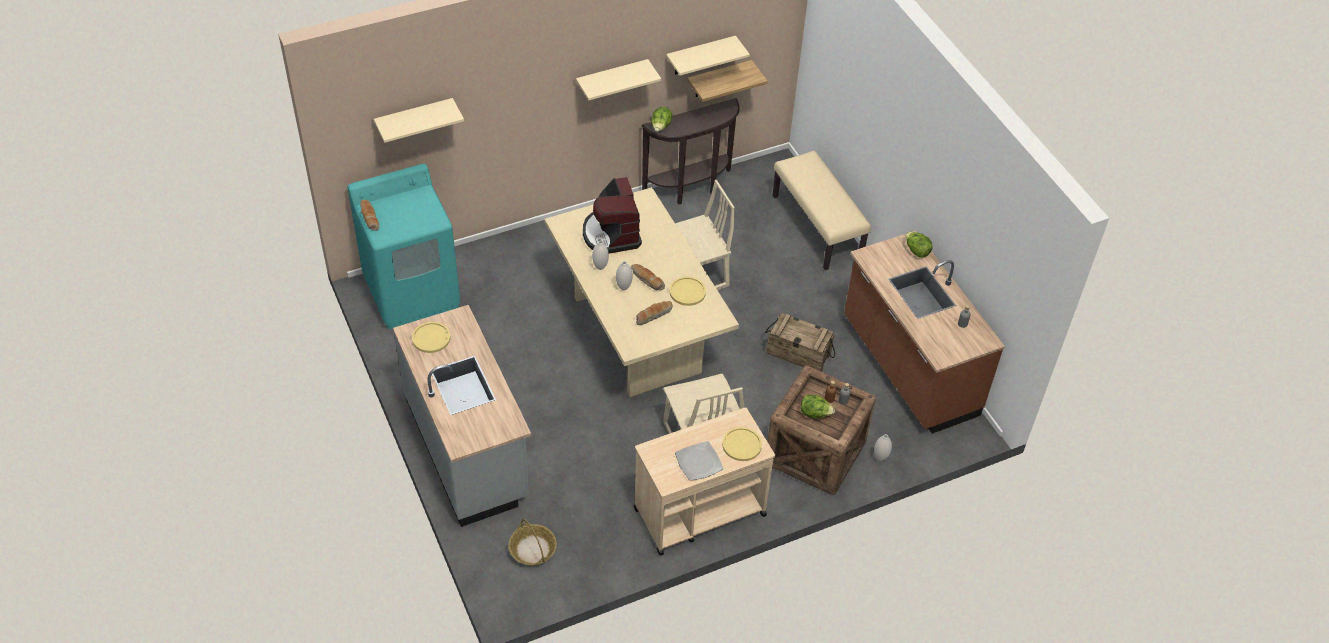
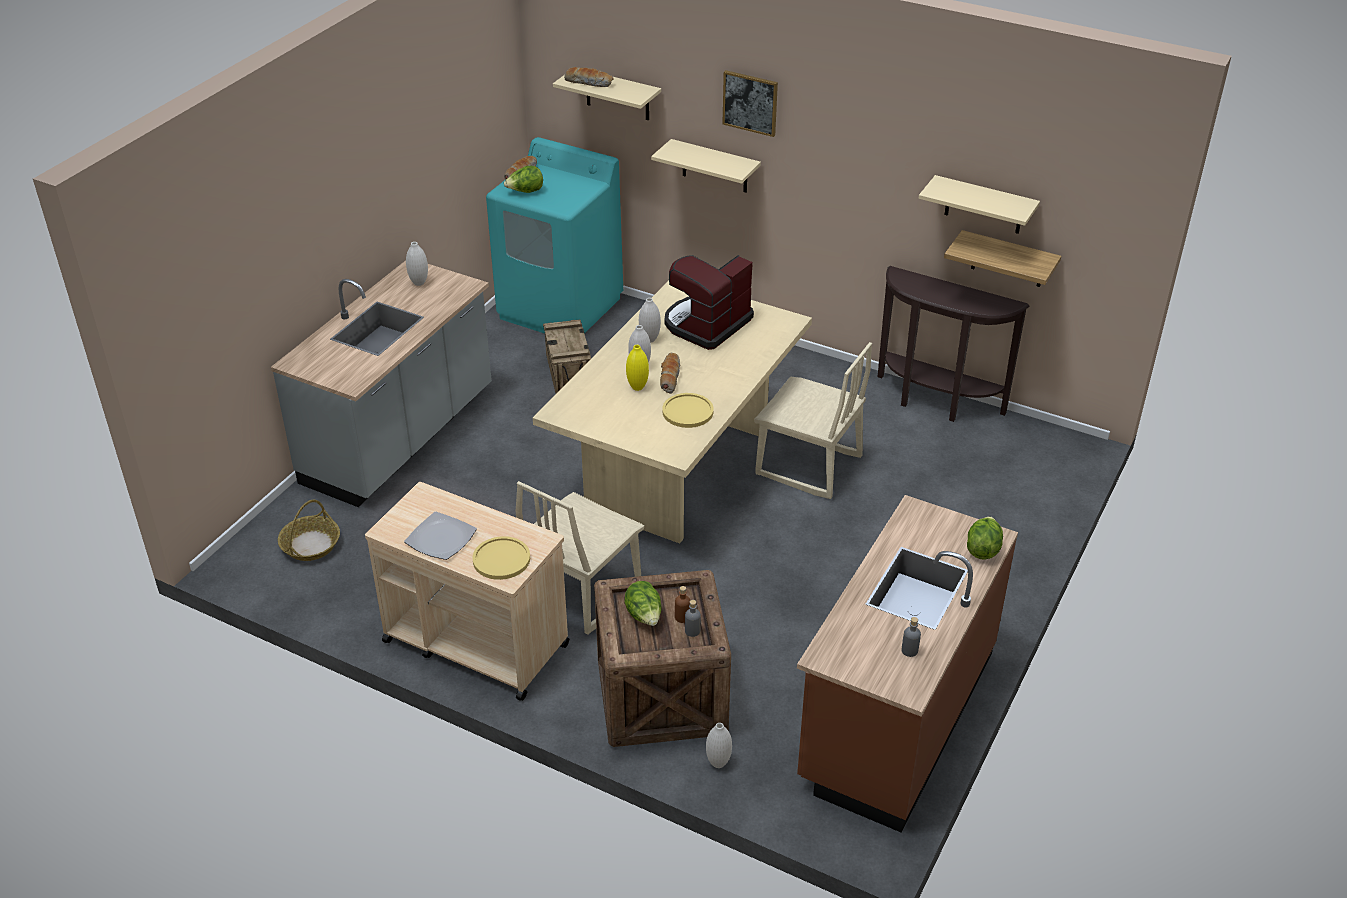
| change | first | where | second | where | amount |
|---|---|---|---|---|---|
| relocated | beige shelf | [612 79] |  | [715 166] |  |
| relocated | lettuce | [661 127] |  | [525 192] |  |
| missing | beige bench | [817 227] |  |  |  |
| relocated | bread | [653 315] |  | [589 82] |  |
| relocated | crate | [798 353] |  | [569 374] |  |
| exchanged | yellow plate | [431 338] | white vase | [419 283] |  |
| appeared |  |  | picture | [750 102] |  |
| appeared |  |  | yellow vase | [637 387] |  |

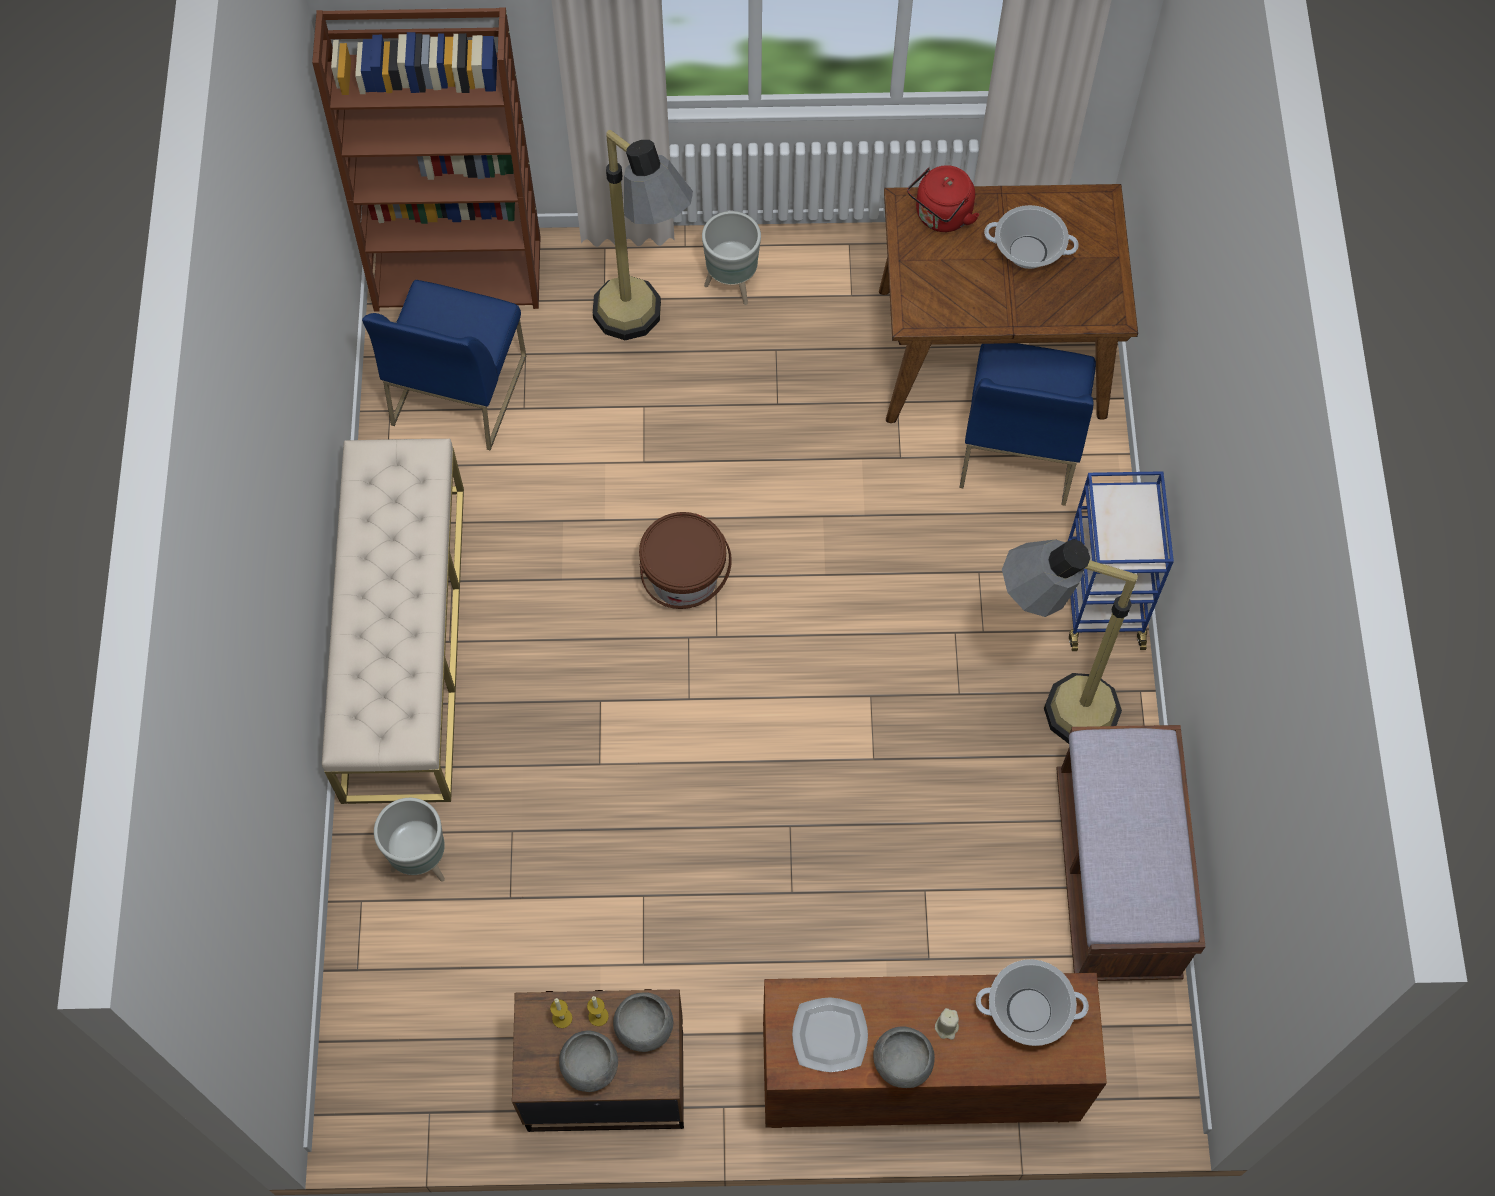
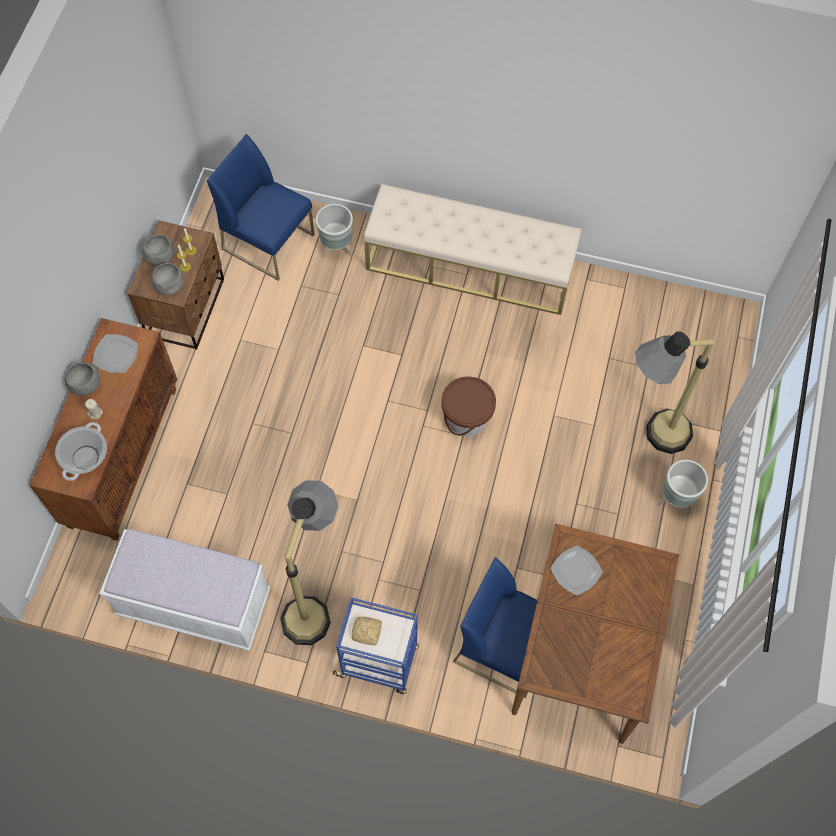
| change | first | where | second | where | amount |
|---|---|---|---|---|---|
| missing | brown bookcase | [459 272] |  |  |  |
| missing | red kettle | [941 216] |  |  |  |
| missing | cooking pot | [1028 251] |  |  |  |
| relocated | blue chair | [458 389] |  | [269 242] |  |
| colour | brown bench | [1116 876] | white bench | [194 604] |  |
| appeared |  |  | plate | [576 571] |  |
| appeared |  |  | bread | [367 632] |  |

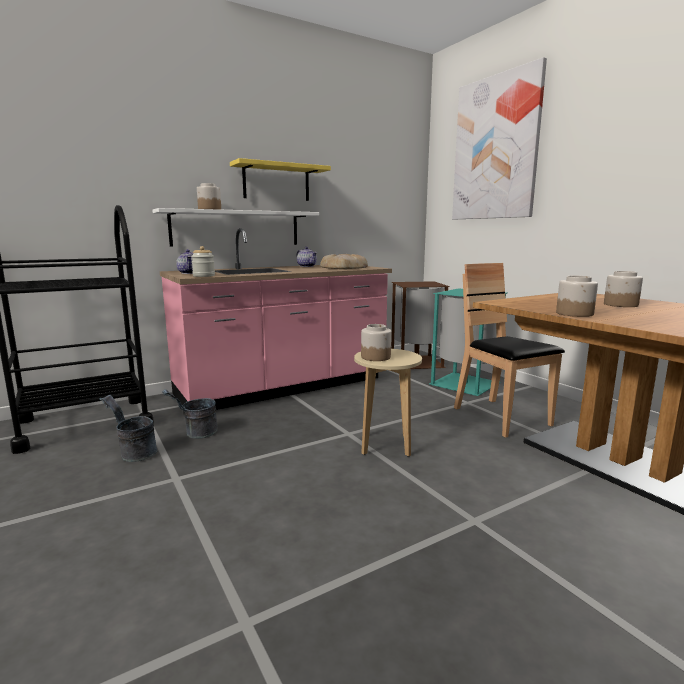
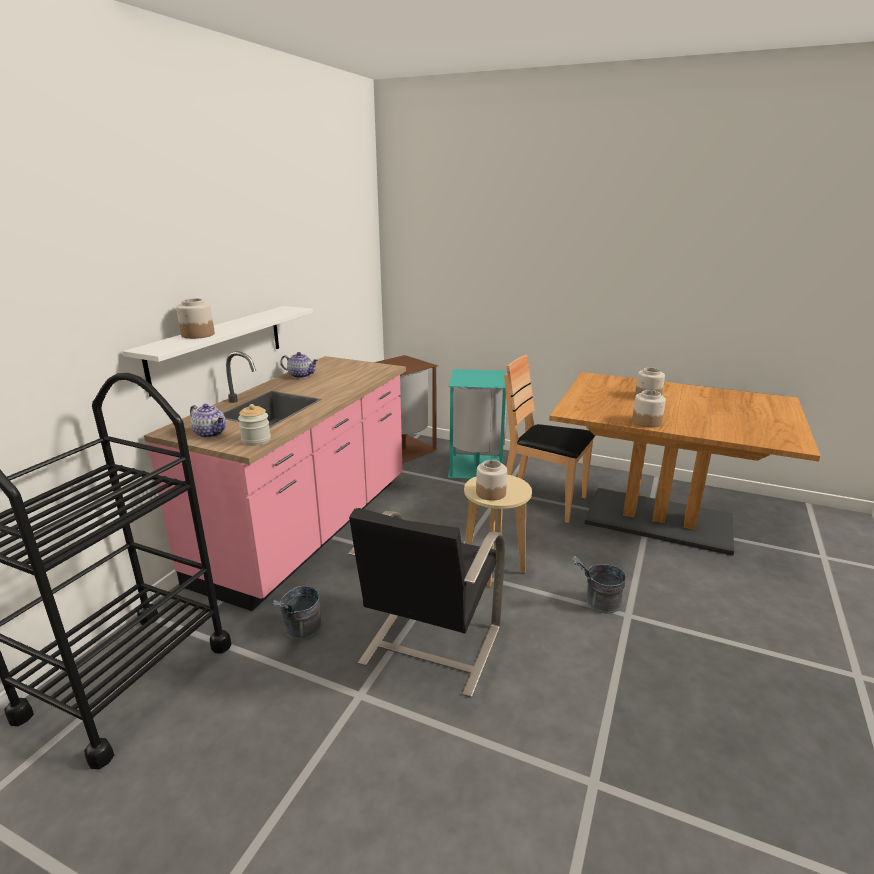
| change | first | where | second | where | amount |
|---|---|---|---|---|---|
| missing | picture | [496 148] |  |  |  |
| missing | yellow shelf | [276 182] |  |  |  |
| missing | bread | [342 267] |  |  |  |
| relocated | grey bucket | [134 453] |  | [597 603] |  |
| appeared |  |  | black chair | [429 646] |  |

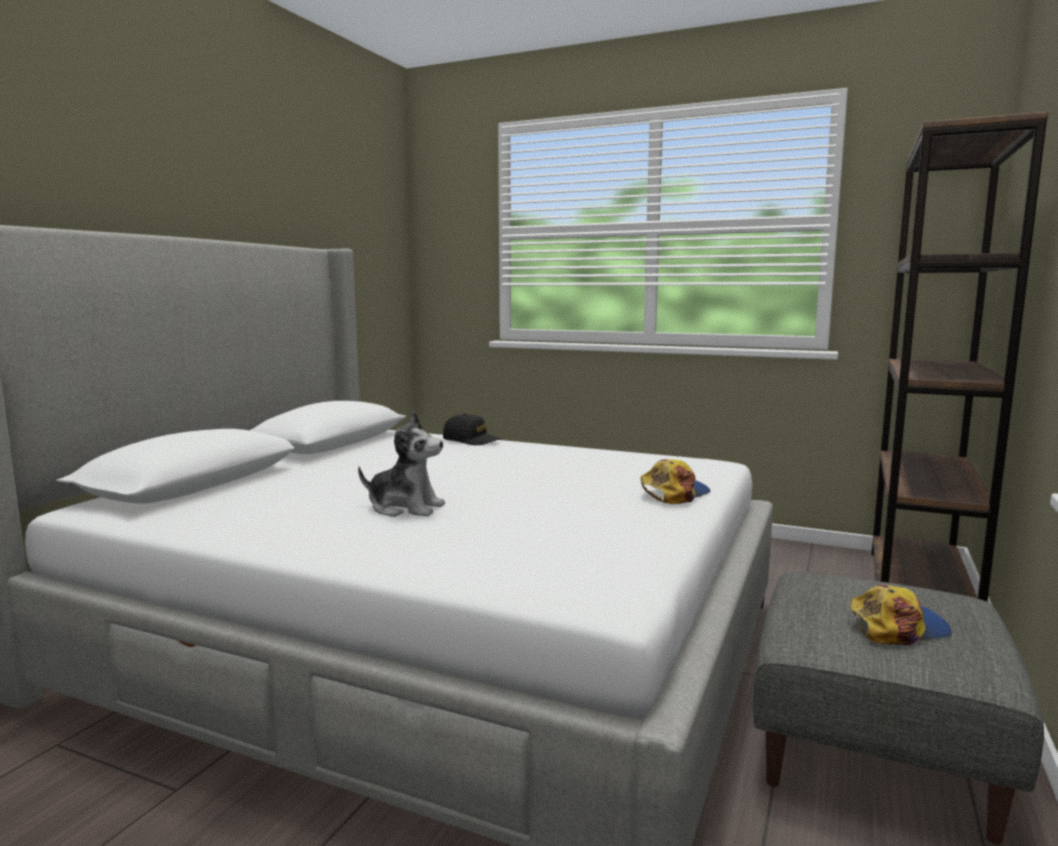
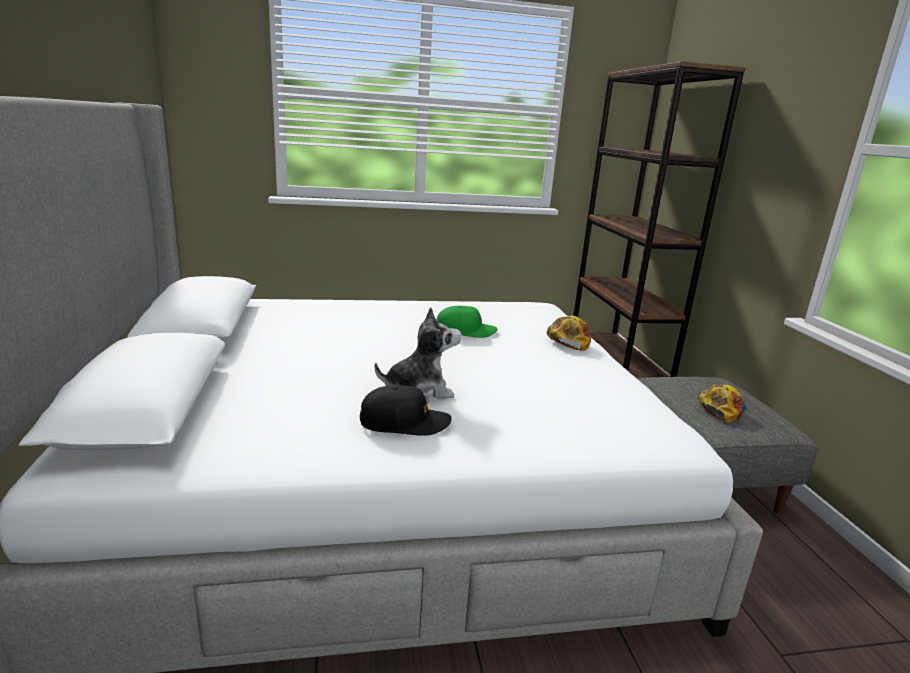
| change | first | where | second | where | amount |
|---|---|---|---|---|---|
| relocated | black cap | [471 440] |  | [404 422] |  |
| appeared |  |  | green cap | [465 331] |  |

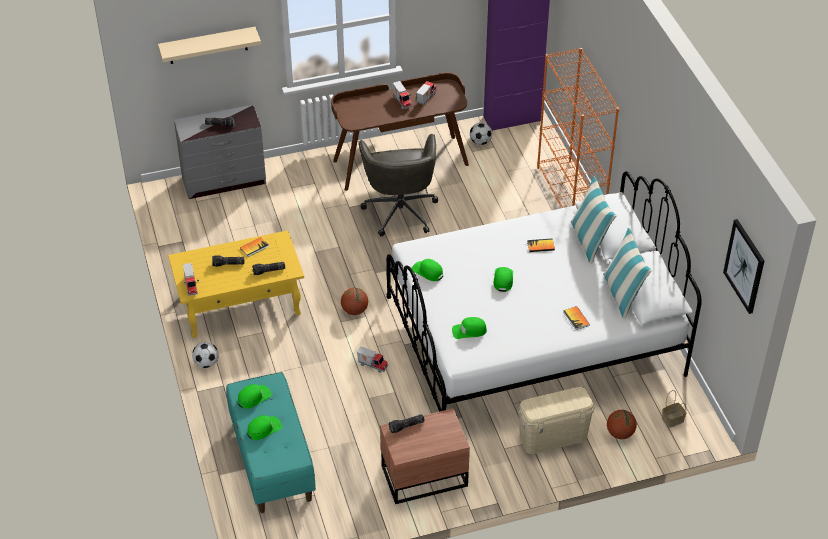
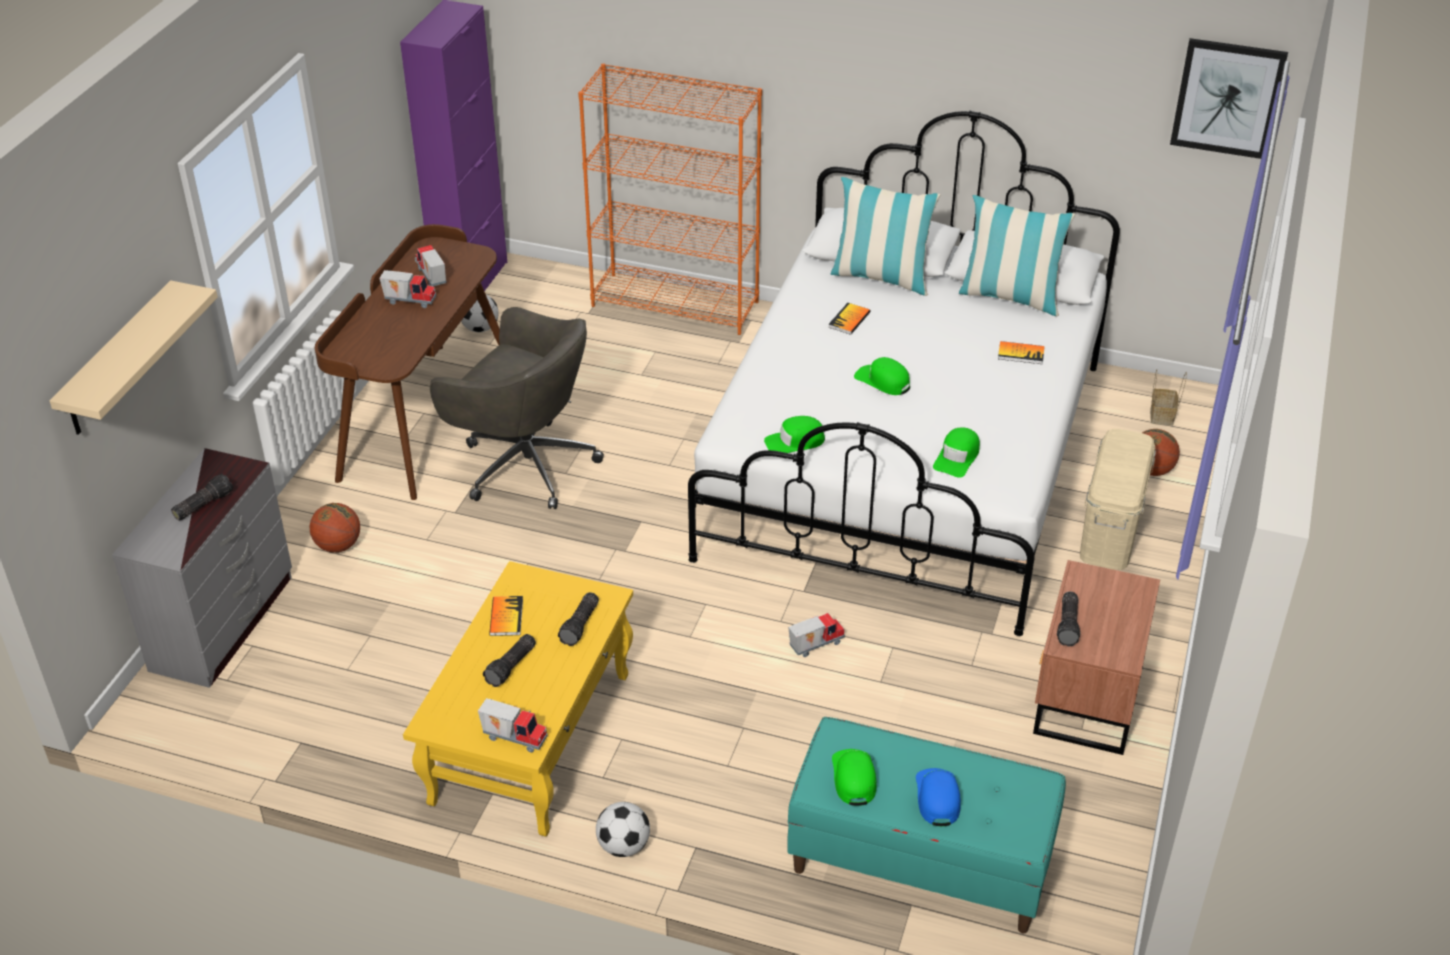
| change | first | where | second | where | amount |
|---|---|---|---|---|---|
| relocated | basketball | [354 310] |  | [338 545] |  |
| colour | green cap | [264 429] | blue cap | [937 798] |  |

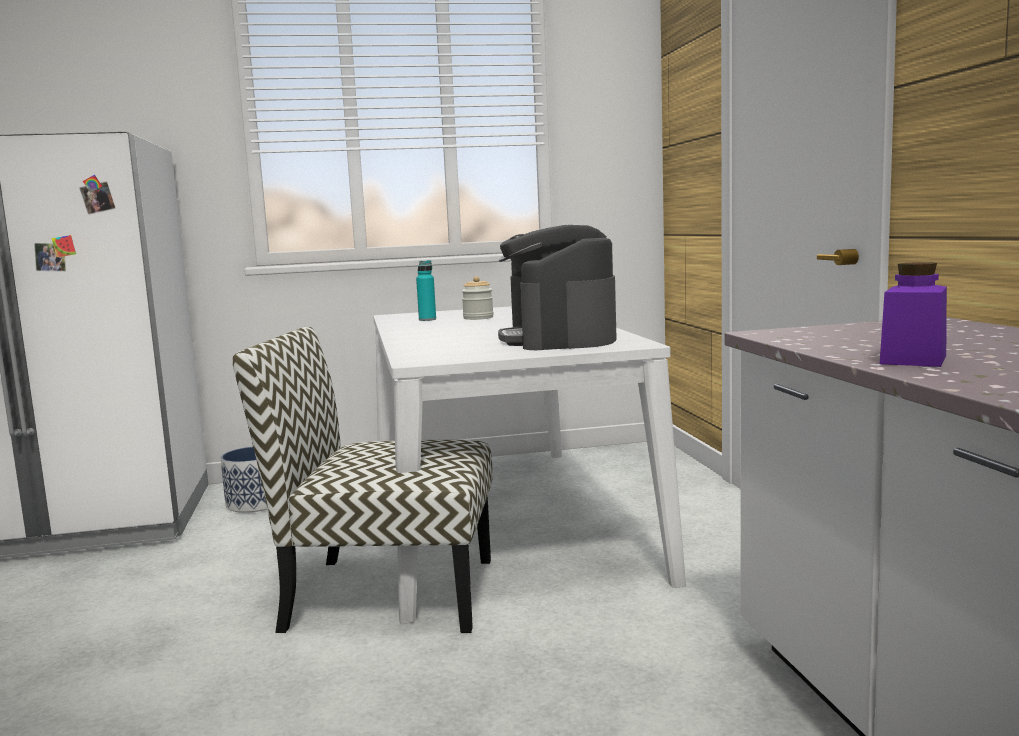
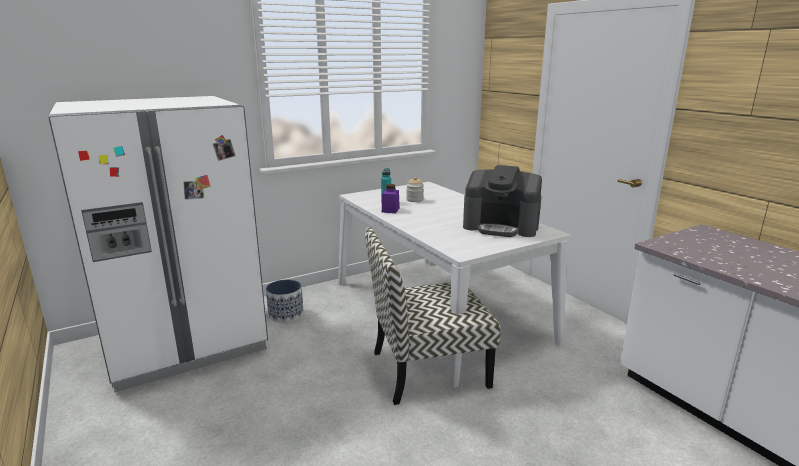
| change | first | where | second | where | amount |
|---|---|---|---|---|---|
| spun | coffee machine | [559 339] |  | [501 226] | 45 degrees counterclockwise |
| relocated | purple jar | [913 359] |  | [390 210] |  |

